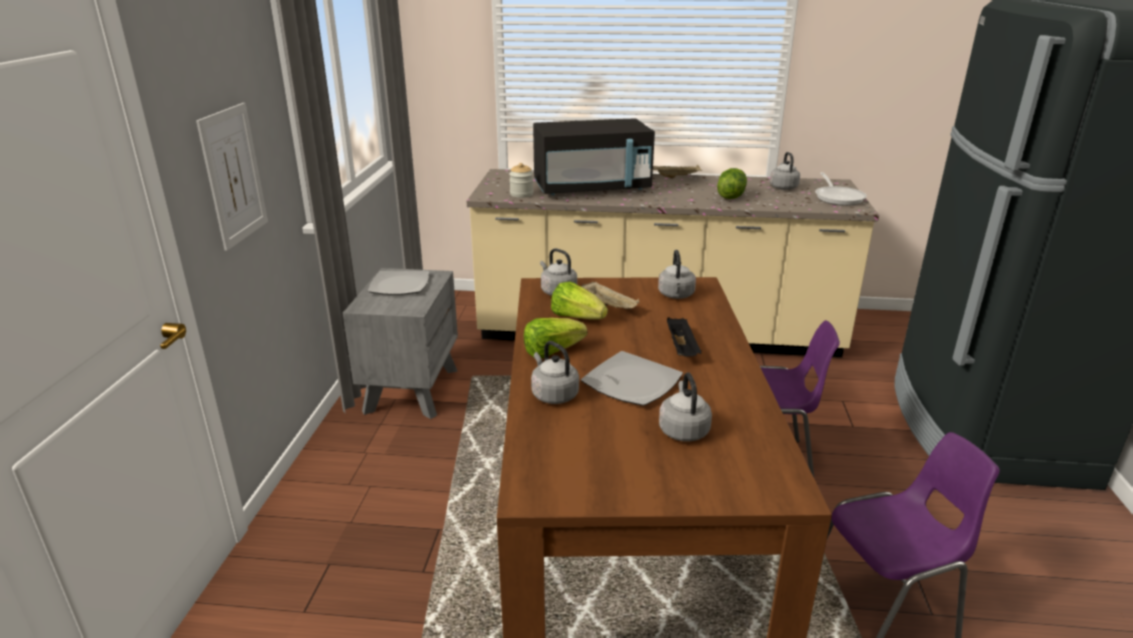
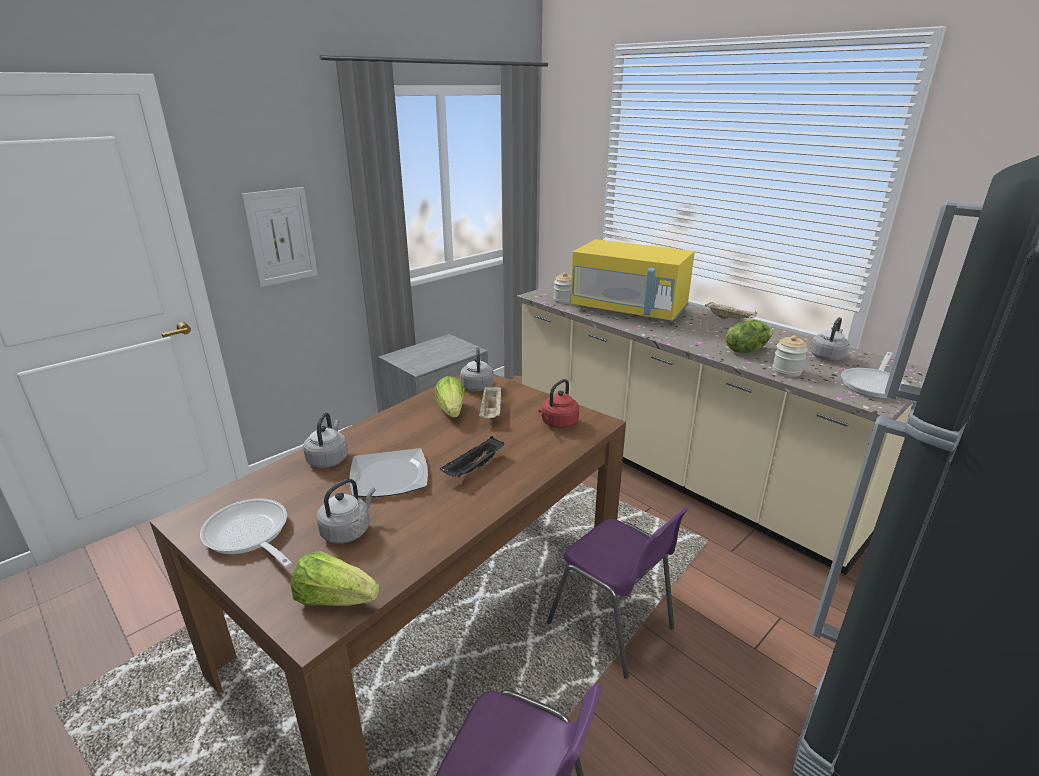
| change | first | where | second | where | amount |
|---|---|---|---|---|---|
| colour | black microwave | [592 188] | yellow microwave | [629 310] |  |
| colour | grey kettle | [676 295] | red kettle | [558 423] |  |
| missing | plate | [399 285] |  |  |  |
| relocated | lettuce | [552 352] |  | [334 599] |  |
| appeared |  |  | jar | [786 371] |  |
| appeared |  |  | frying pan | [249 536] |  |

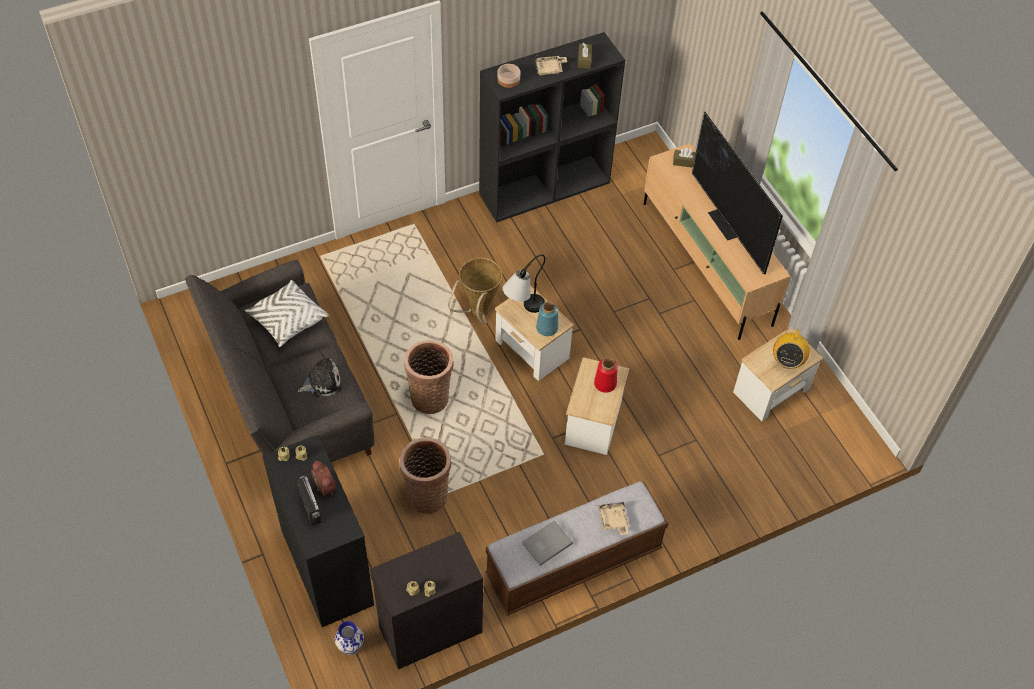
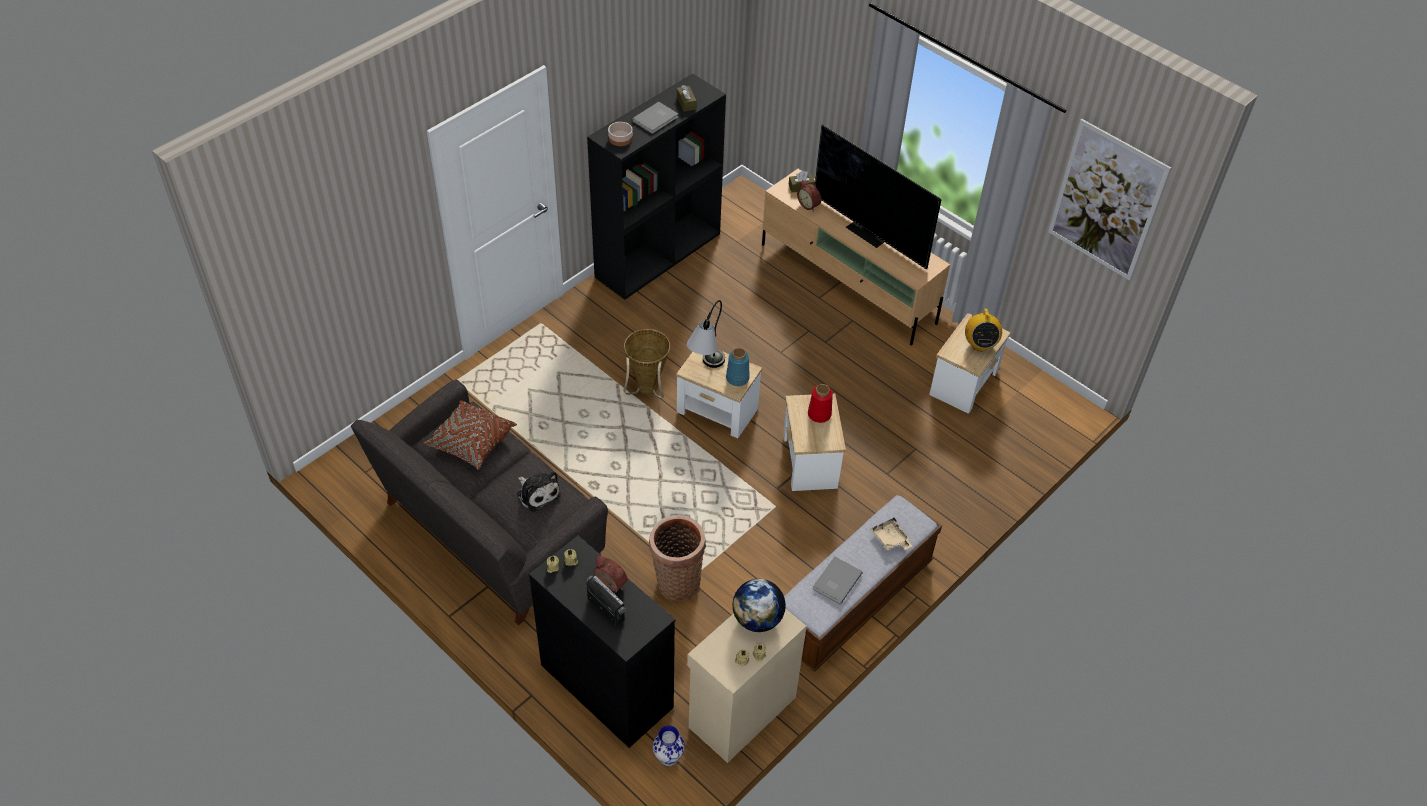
| change | first | where | second | where | amount |
|---|---|---|---|---|---|
| exchanged | beige tray | [549 69] | grey book | [656 119] |  |
| colour | white pillow | [288 320] | brown pillow | [471 442] |  |
| missing | basket | [430 396] |  |  |  |
| spun | plush toy | [322 382] |  | [537 493] | 90 degrees clockwise |
| colour | black cabinet | [429 628] | beige cabinet | [740 711] |  |
| appeared |  |  | picture | [1106 201] |  |
| appeared |  |  | alarm clock | [809 205] |  |
| appeared |  |  | globe | [757 619] |  |

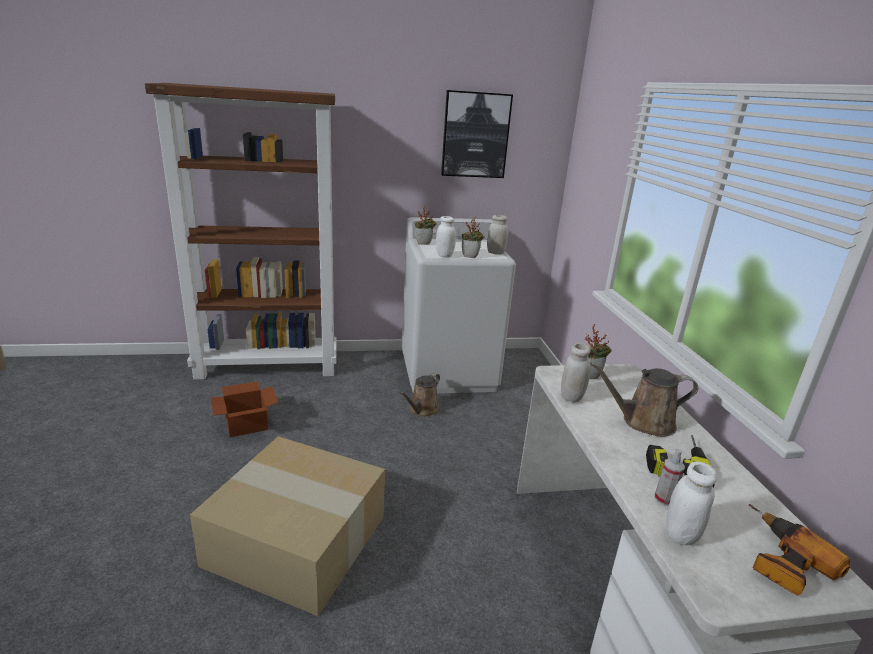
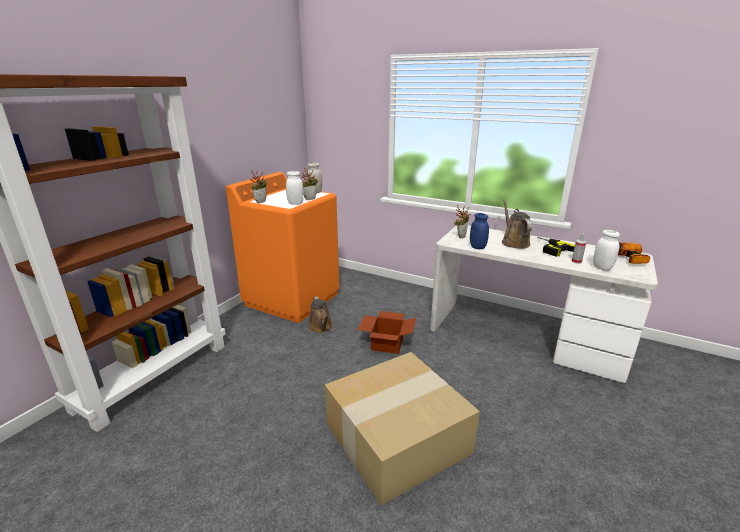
| change | first | where | second | where | amount |
|---|---|---|---|---|---|
| missing | picture | [475 135] |  |  |  |
| colour | white washing machine | [448 371] | orange washing machine | [292 299] |  |
| colour | white jar | [571 397] | blue jar | [477 247] |  |
| spun | brown watering can | [643 422] |  | [514 242] | 135 degrees clockwise |
| relocated | cardboard box | [247 423] |  | [386 343] |  |

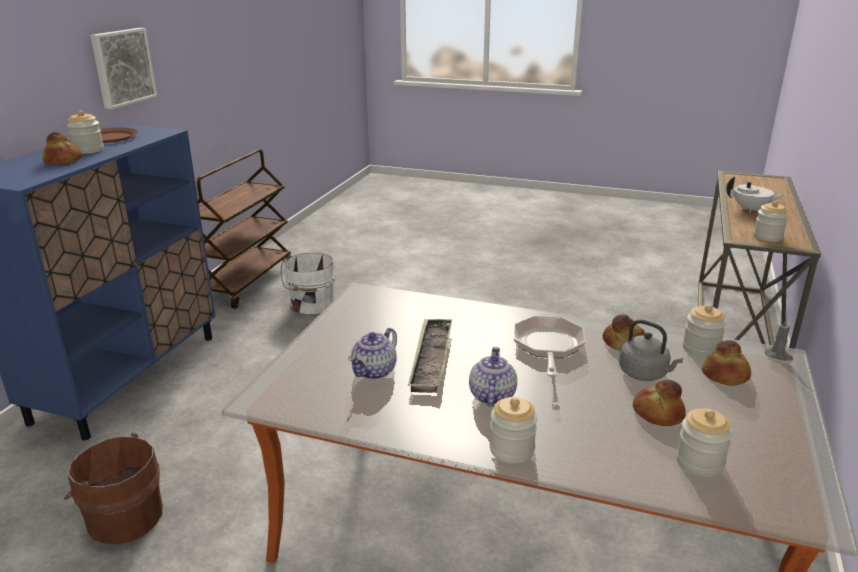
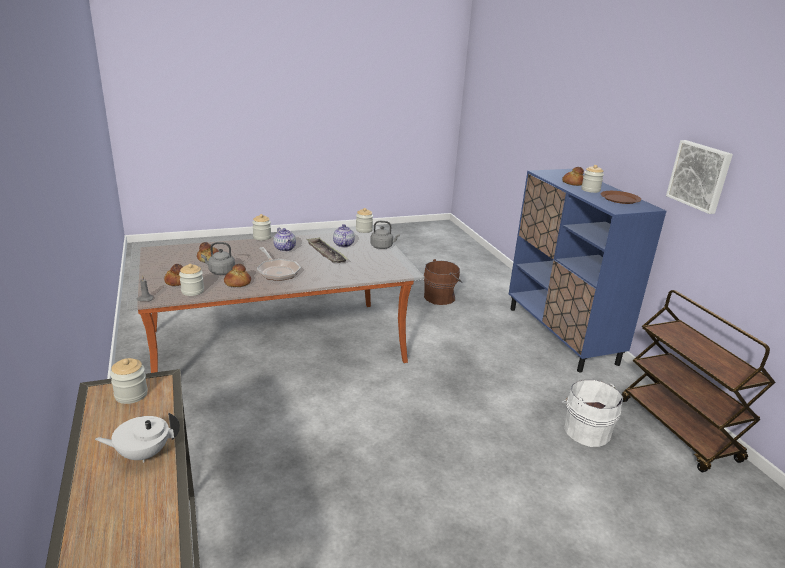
| change | first | where | second | where | amount |
|---|---|---|---|---|---|
| relocated | jar | [699 462] |  | [364 230] |  |
| appeared |  |  | grey kettle | [383 247] |  |

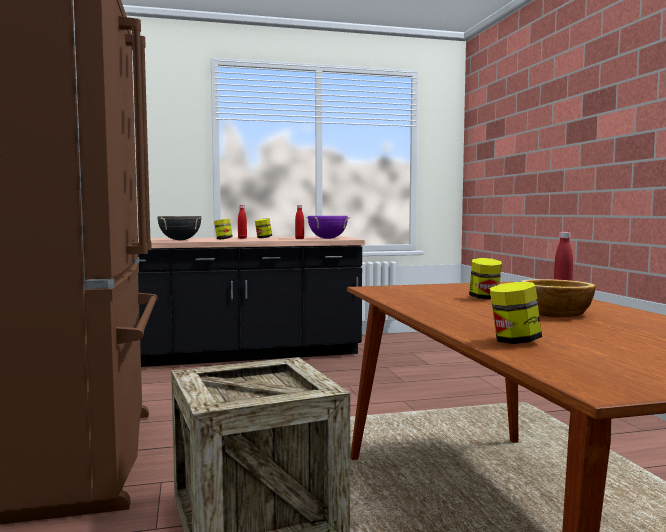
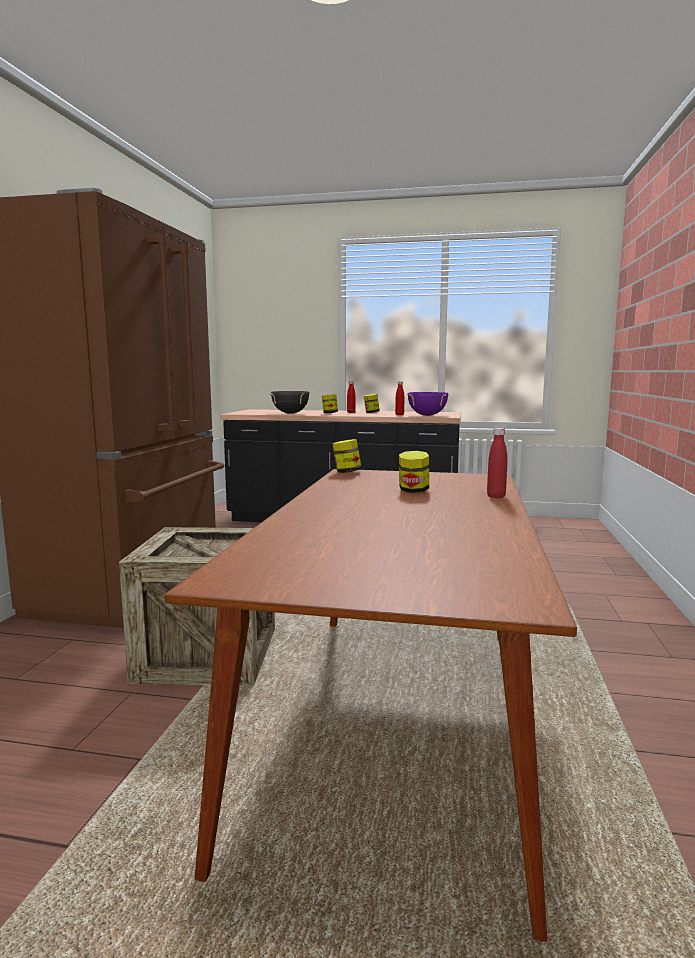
| change | first | where | second | where | amount |
|---|---|---|---|---|---|
| missing | bowl | [554 313] |  |  |  |
| relocated | jar | [514 341] |  | [346 472] |  |

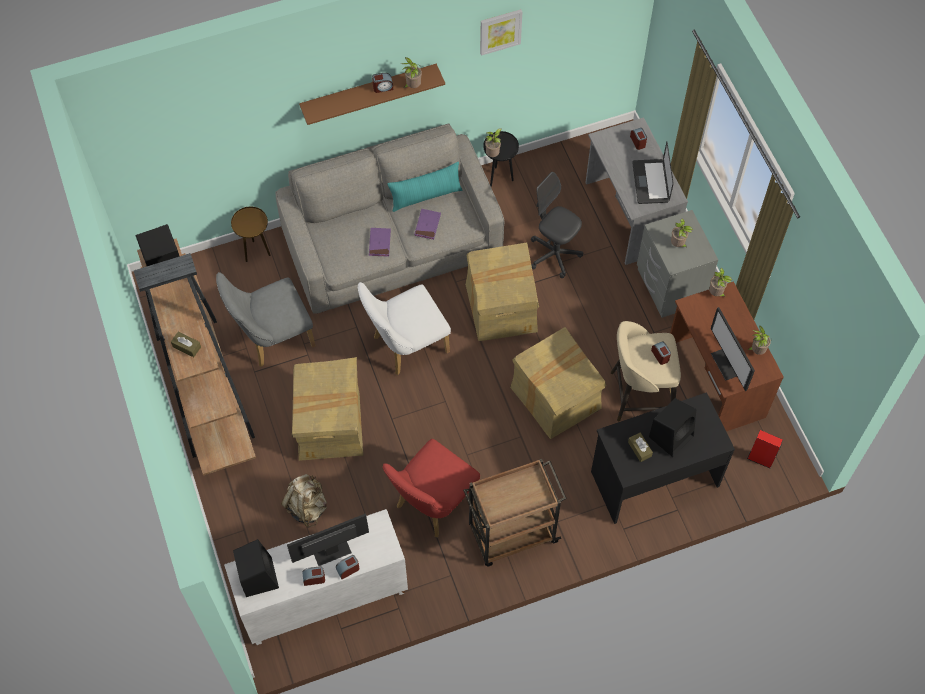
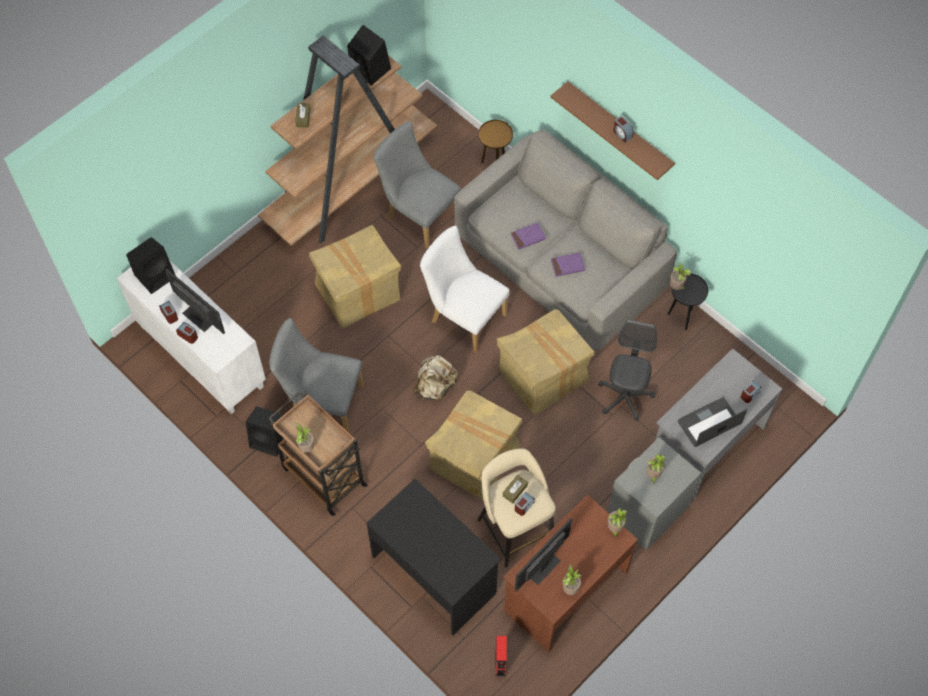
| change | first | where | second | where | amount |
|---|---|---|---|---|---|
| missing | picture | [500 31] |  |  |  |
| relocated | potted plant | [412 86] |  | [306 447] |  |
| missing | turquoise pillow | [426 196] |  |  |  |
| relocated | black speaker | [671 435] |  | [270 439] |  |
| relocated | brown tissue box | [639 449] |  | [515 491] |  |
| colour | red chair | [432 504] | grey chair | [322 401] |  |
| relocated | beige backpack | [307 507] |  | [435 386] |  |

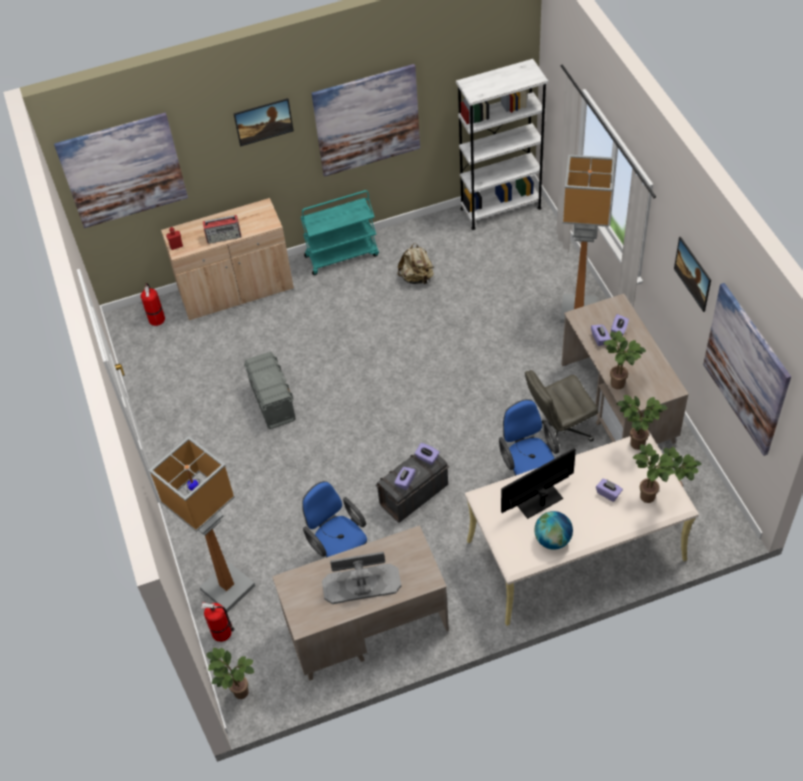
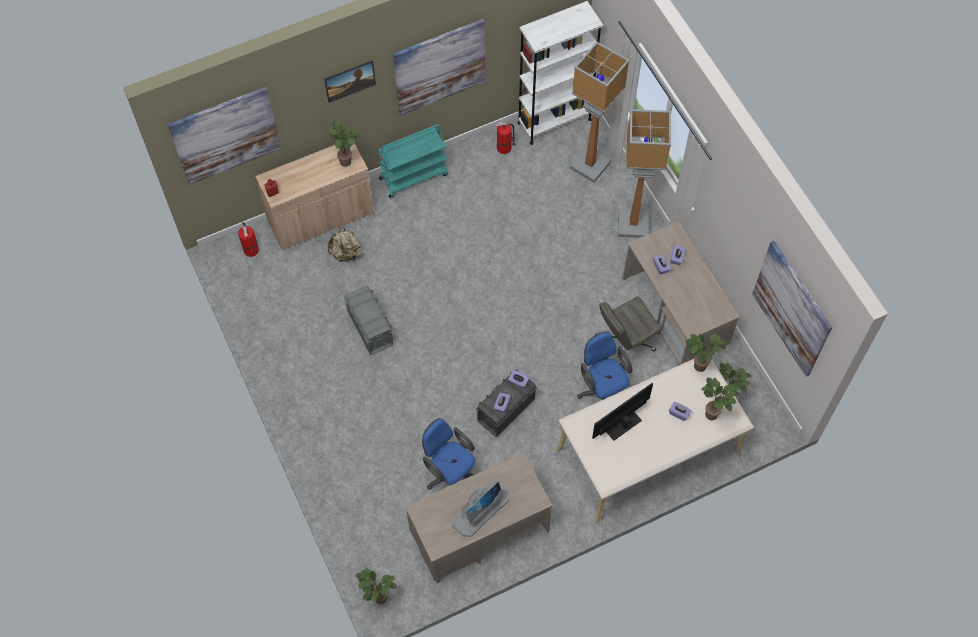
| change | first | where | second | where | amount |
|---|---|---|---|---|---|
| missing | radio | [224 236] |  |  |  |
| missing | picture | [691 281] |  |  |  |
| relocated | beige backpack | [417 278] |  | [346 253] |  |
| relocated | potted plant | [620 384] |  | [347 162] |  |
| relocated | floor lamp | [227 586] |  | [590 164] |  |
| missing | globe | [553 540] |  |  |  |
| spun | monitor | [361 584] |  | [481 508] | 150 degrees clockwise |
| relocated | fire extinguisher | [222 632] |  | [505 148] |  |

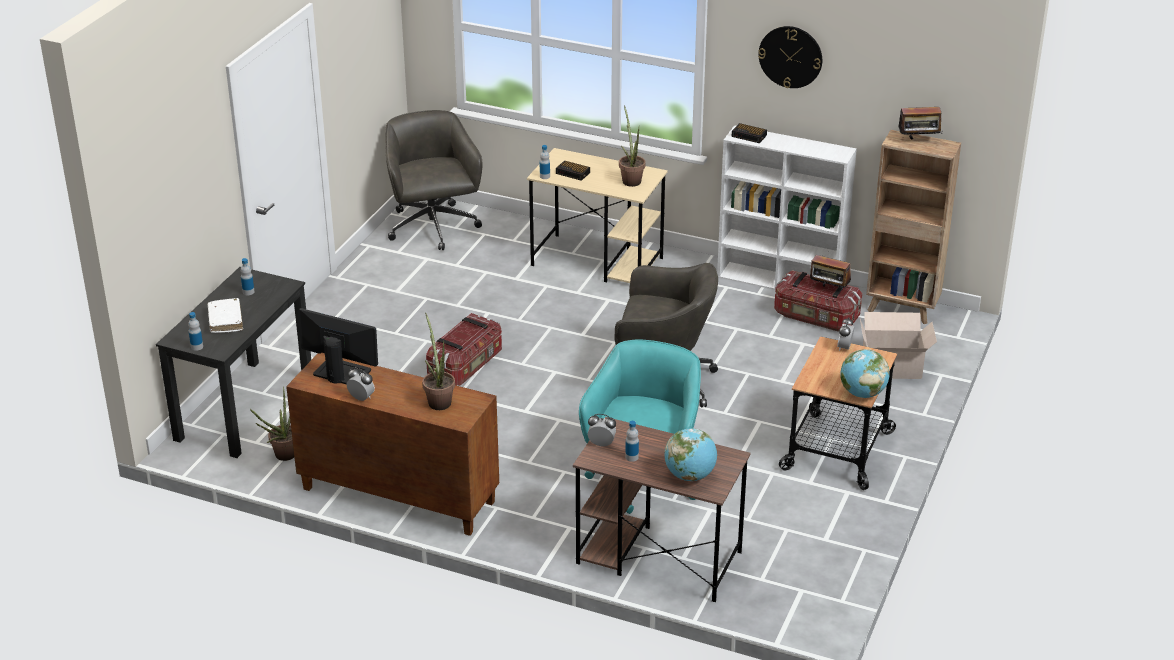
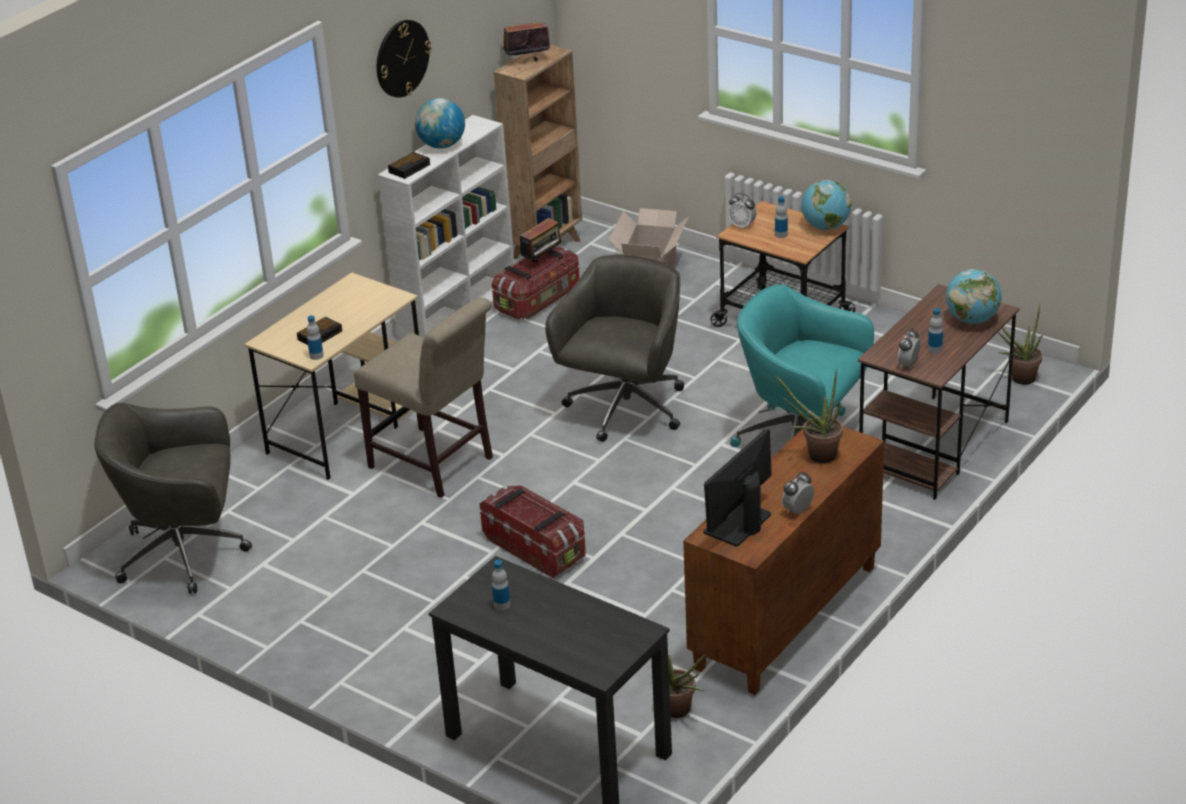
| change | first | where | second | where | amount |
|---|---|---|---|---|---|
| relocated | potted plant | [630 180] |  | [1018 378] |  |
| spun | radio | [918 141] |  | [527 61] | 120 degrees counterclockwise |
| missing | white book | [225 320] |  |  |  |
| relocated | bottle | [197 347] |  | [781 234] |  |
| appeared |  |  | globe | [442 145] |  |
| appeared |  |  | beige chair | [435 465] |  |

